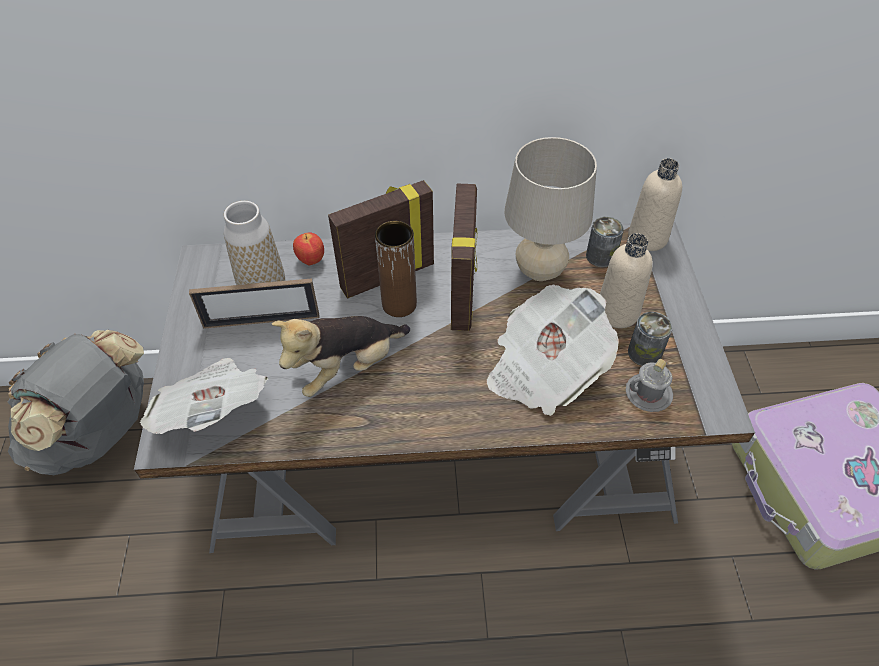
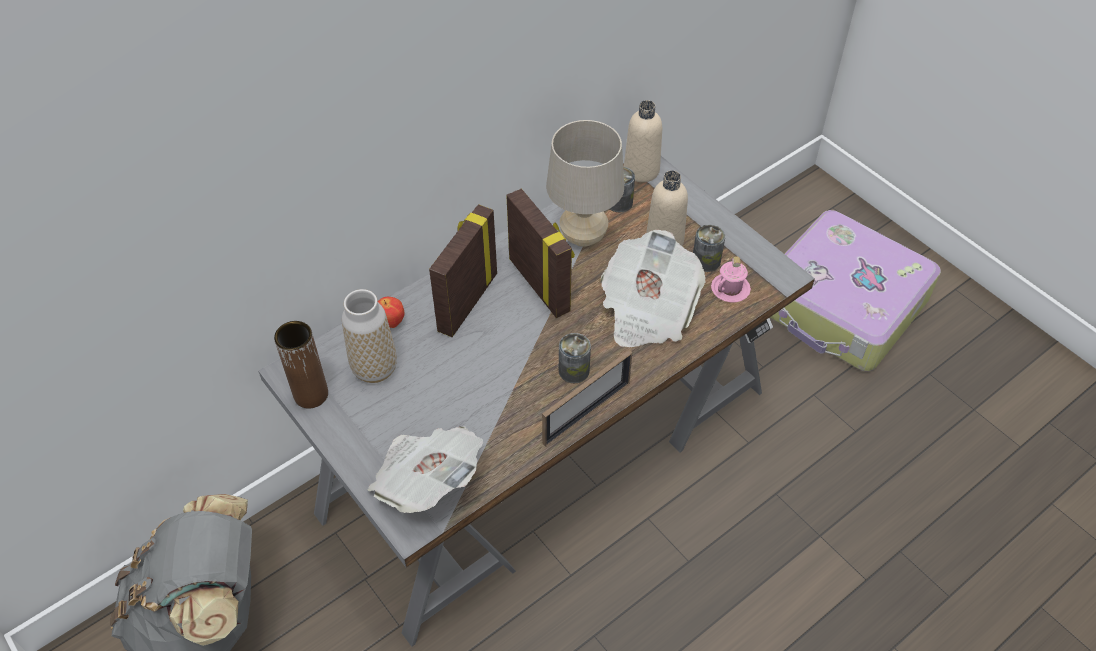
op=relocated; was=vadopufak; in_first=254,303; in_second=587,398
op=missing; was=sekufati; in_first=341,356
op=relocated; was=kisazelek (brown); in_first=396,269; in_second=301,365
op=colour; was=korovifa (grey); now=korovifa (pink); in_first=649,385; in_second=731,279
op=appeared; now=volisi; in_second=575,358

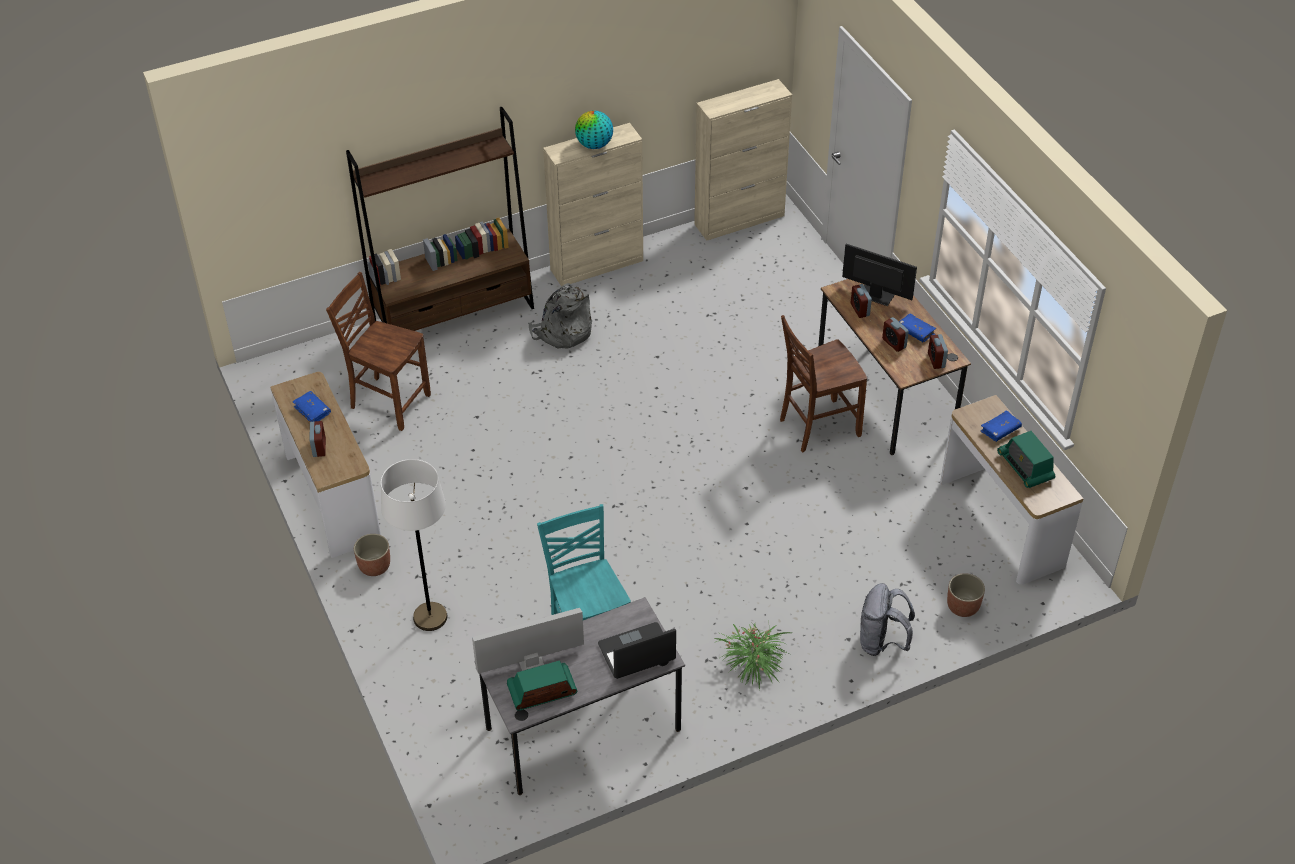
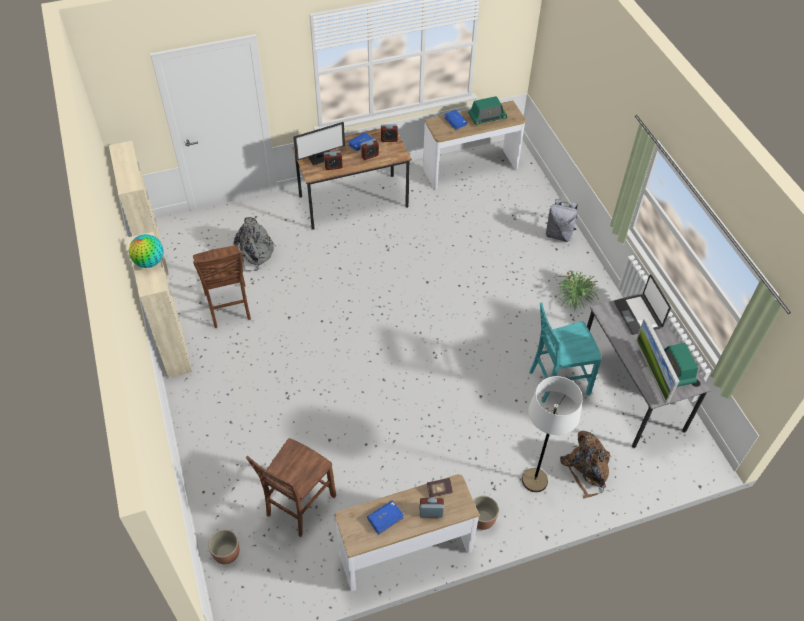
op=missing; was=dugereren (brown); in_first=440,219
op=relocated; was=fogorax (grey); in_first=560,316; in_second=254,244
op=relocated; was=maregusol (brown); in_first=823,383; in_second=222,286
op=spun; was=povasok; in_first=879,275; in_second=319,143; clockwise=-150
op=relocated; was=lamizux; in_first=966,595; in_second=224,547
op=appeared; now=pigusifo; in_second=440,488
op=appeared; now=fogorax (brown); in_second=585,464

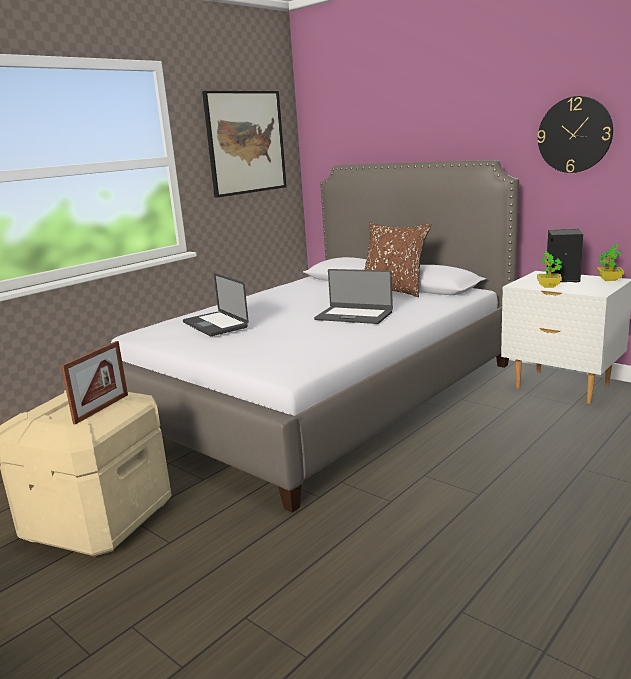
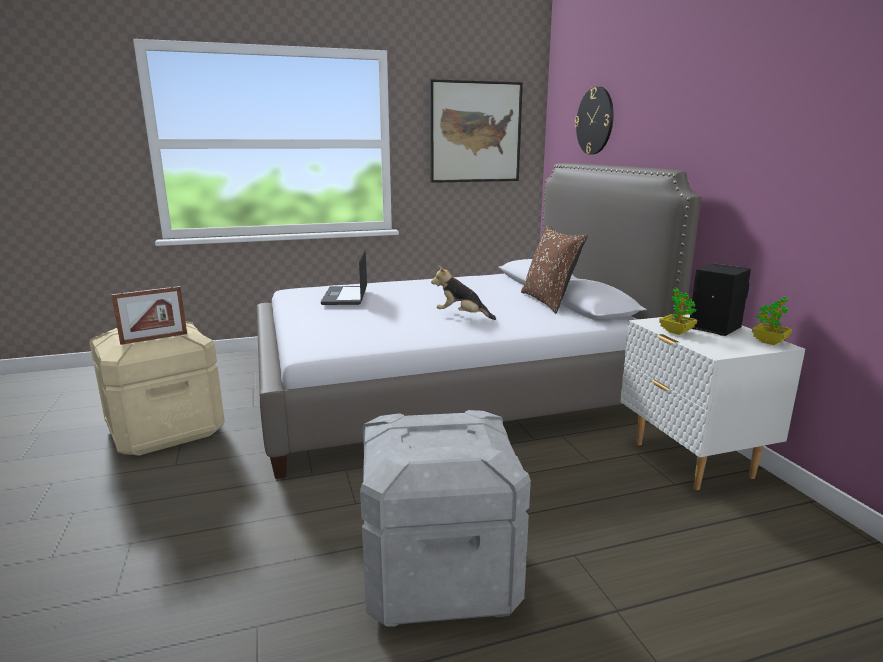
op=exchanged; was=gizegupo; now=sekufati; in_first=353,296; in_second=463,292
op=relocated; was=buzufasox; in_first=575,134; in_second=594,120
op=appeared; now=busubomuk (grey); in_second=445,518

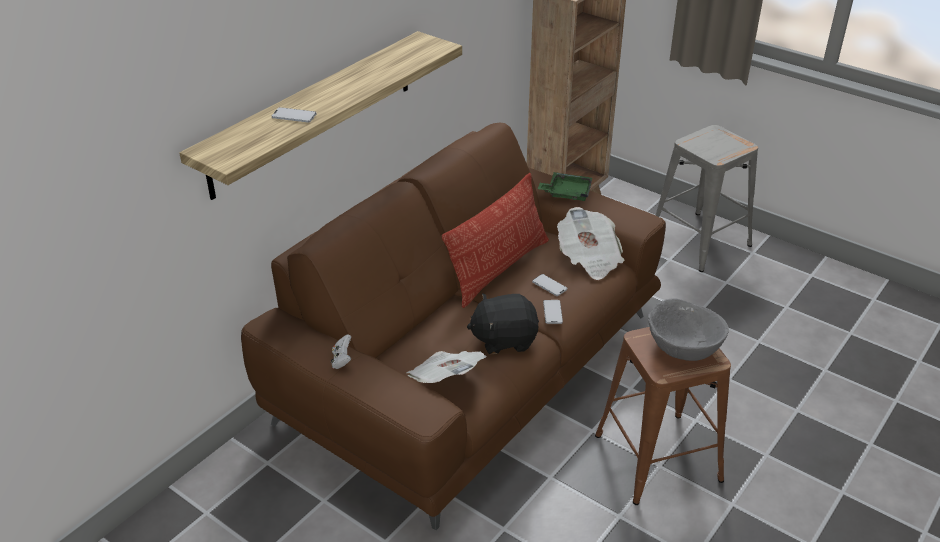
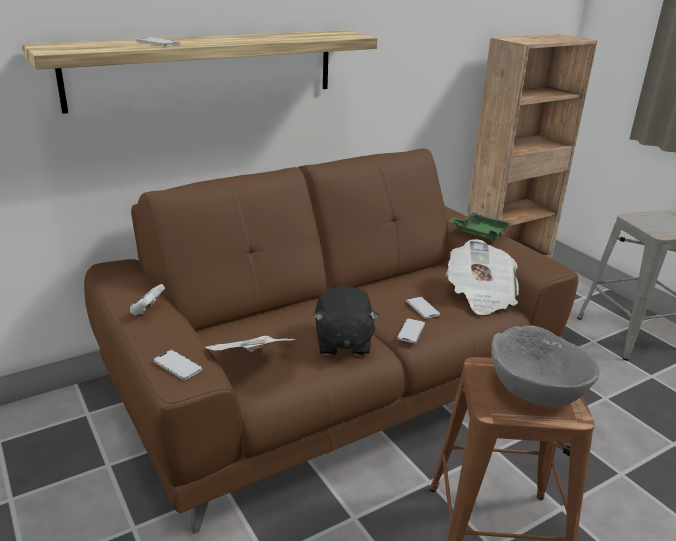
op=missing; was=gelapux; in_first=495,240
op=spun; was=sekufati (black); in_first=503,323; in_second=346,321; clockwise=-105
op=appeared; now=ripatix; in_second=178,365

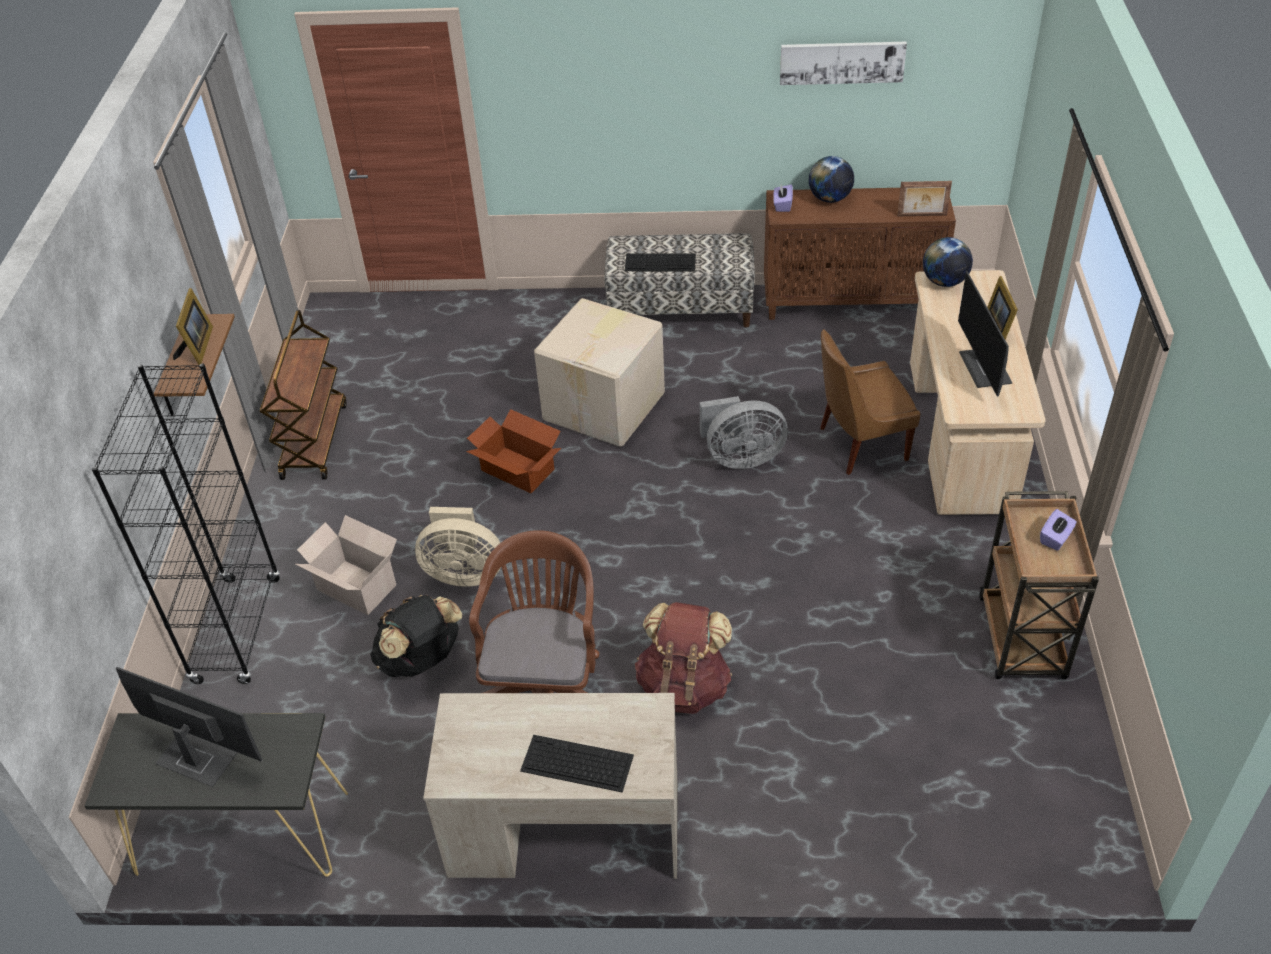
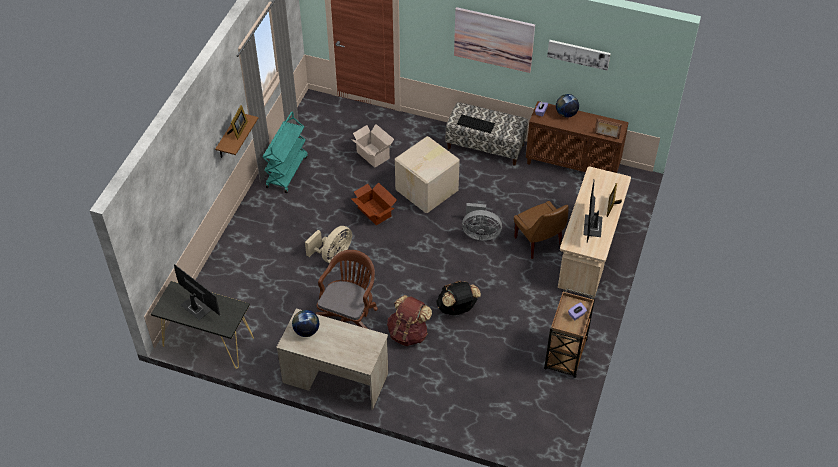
op=missing; was=dugereren (black); in_first=186,523
op=colour; was=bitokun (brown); now=bitokun (turquoise); in_first=303,395; in_second=285,152
op=relocated; was=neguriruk; in_first=346,565; in_second=372,146
op=relocated; was=fogorax (black); in_first=416,636; in_second=459,298
op=spun; was=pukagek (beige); in_first=458,547; in_second=328,244; clockwise=-75
op=missing; was=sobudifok; in_first=577,764
op=spun; was=maregusol (brown); in_first=870,402; in_second=541,230; clockwise=-120
op=relocated; was=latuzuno; in_first=948,262; in_second=305,323
op=appeared; now=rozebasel; in_second=494,40

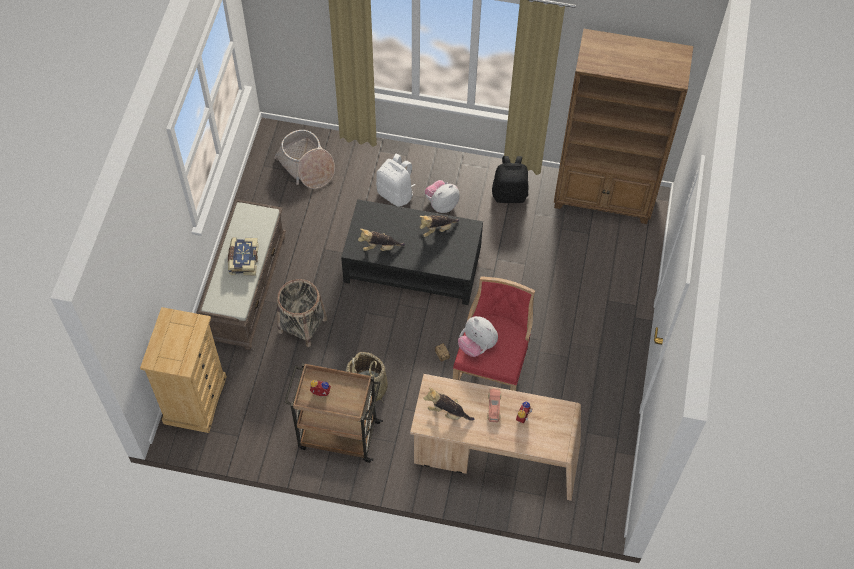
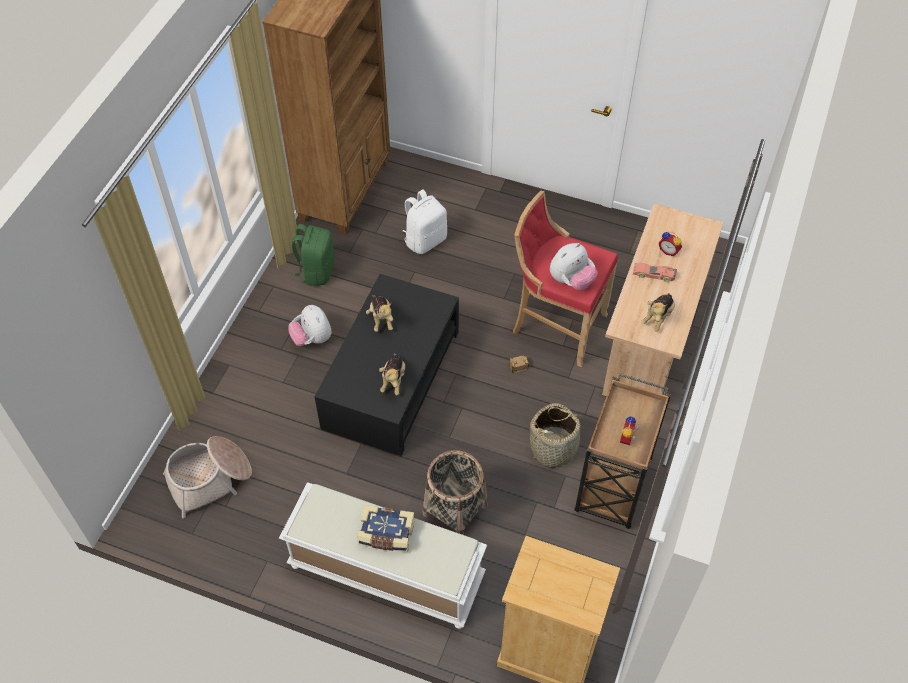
op=colour; was=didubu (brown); now=didubu (white); in_first=242,274; in_second=383,555
op=relocated; was=fogorax (white); in_first=395,180; in_second=425,222
op=colour; was=fogorax (black); now=fogorax (green); in_first=510,179; in_second=313,255

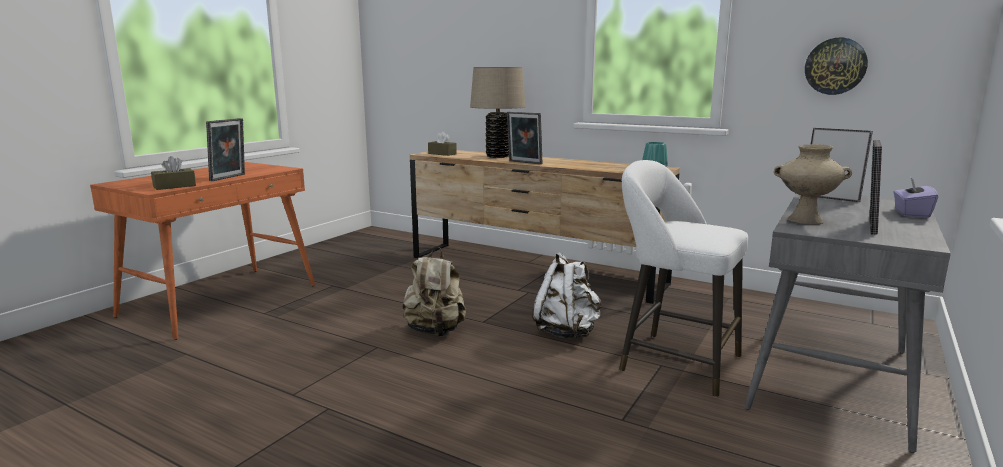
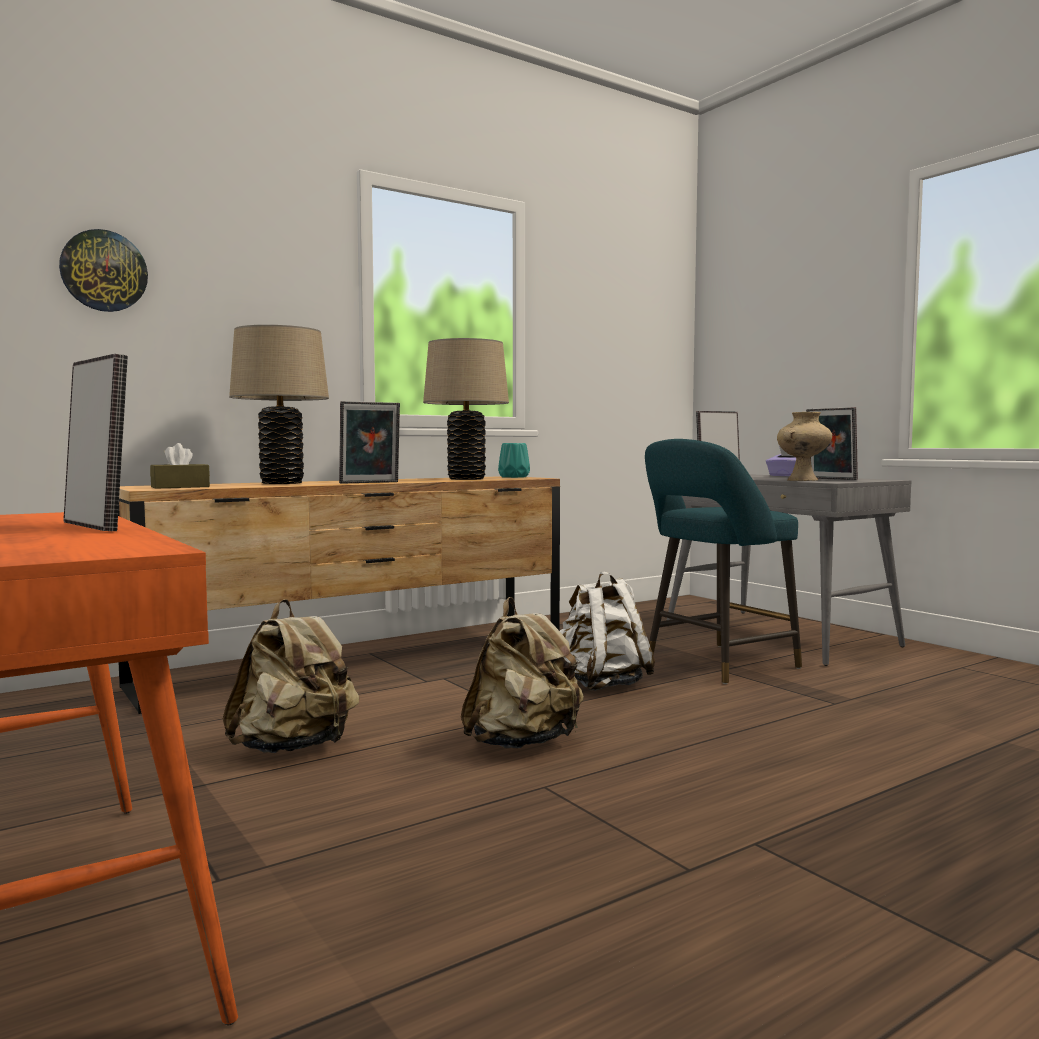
op=missing; was=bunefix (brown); in_first=173,173
op=colour; was=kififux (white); now=kififux (turquoise); in_first=683,279; in_second=723,561
op=relocated; was=buzufasox; in_first=836,66; in_second=103,270
op=appeared; now=fogorax (beige); in_second=291,676
op=appeared; now=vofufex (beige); in_second=466,409

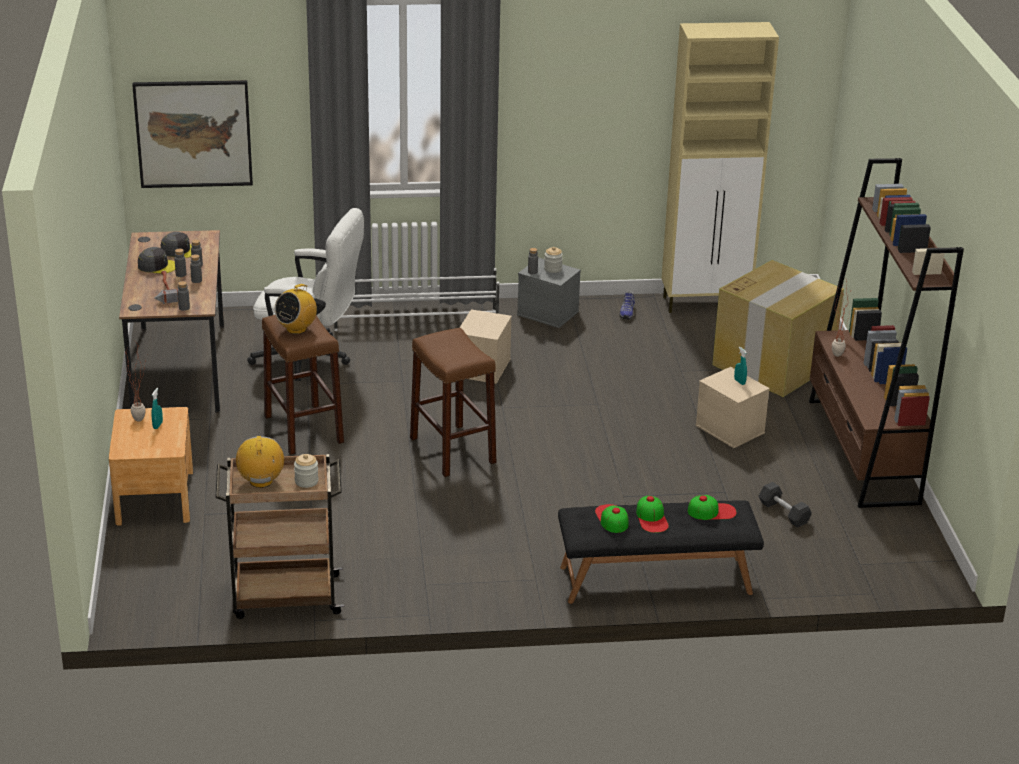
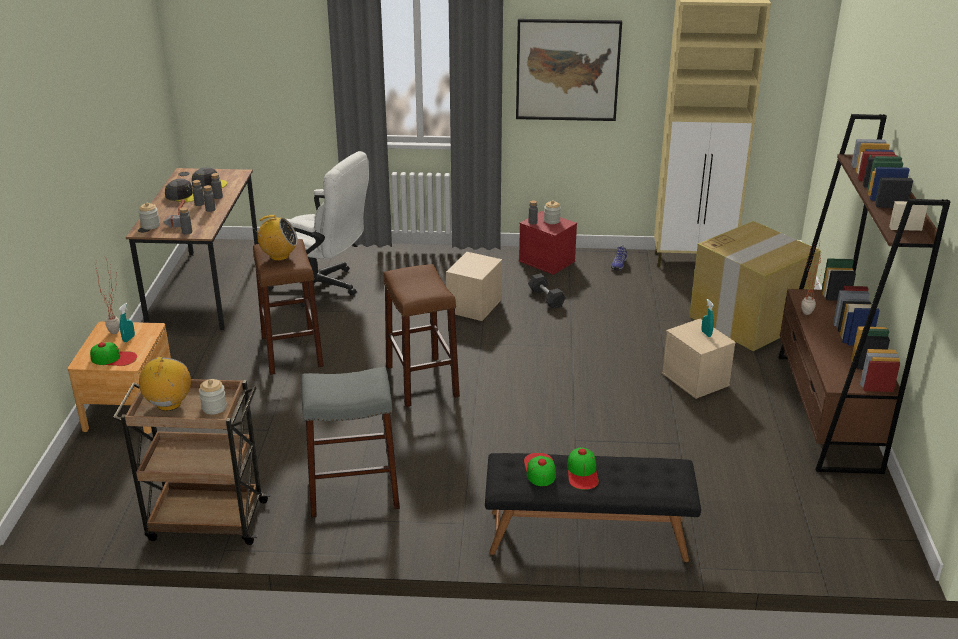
op=relocated; was=rozebasel; in_first=192,134; in_second=569,70
op=spun; was=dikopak; in_first=296,308; in_second=277,238; clockwise=-135
op=missing; was=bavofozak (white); in_first=416,299
op=colour; was=busubomuk (grey); now=busubomuk (red); in_first=549,292; in_second=548,243
op=relocated; was=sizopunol; in_first=712,507; in_second=113,354
op=relocated; was=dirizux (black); in_first=785,505; in_second=547,291
op=appeared; now=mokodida; in_second=149,216
op=appeared; now=kififux (grey); in_second=350,442

